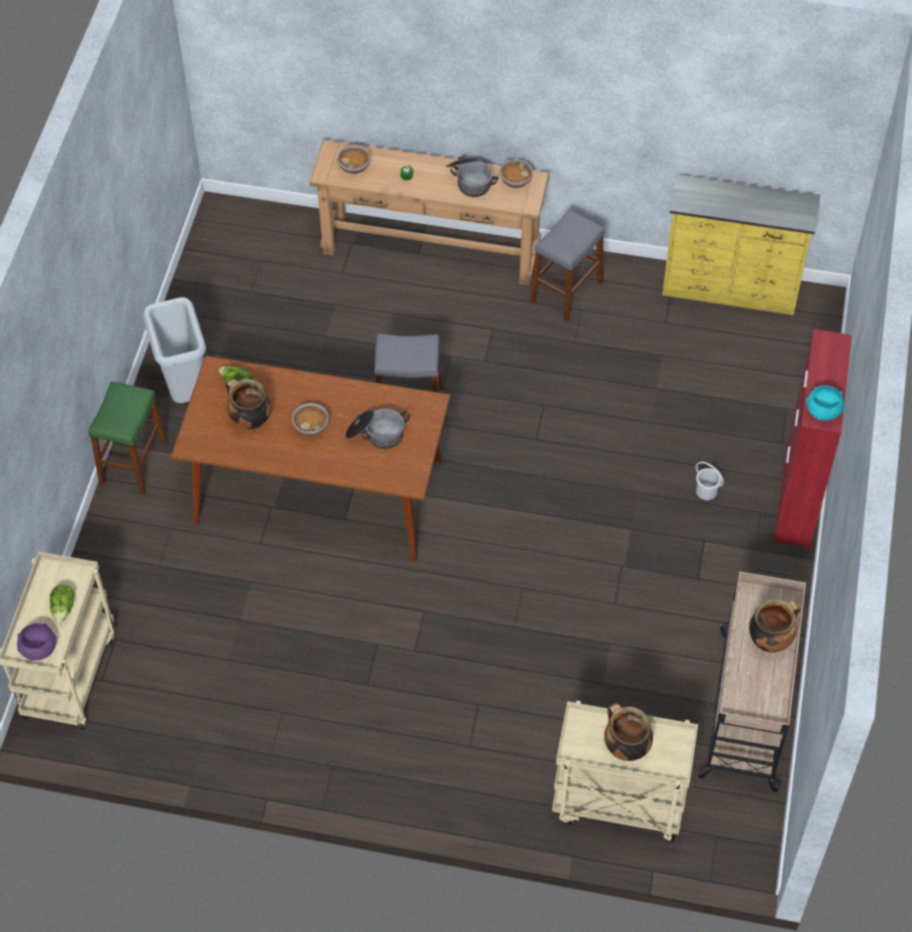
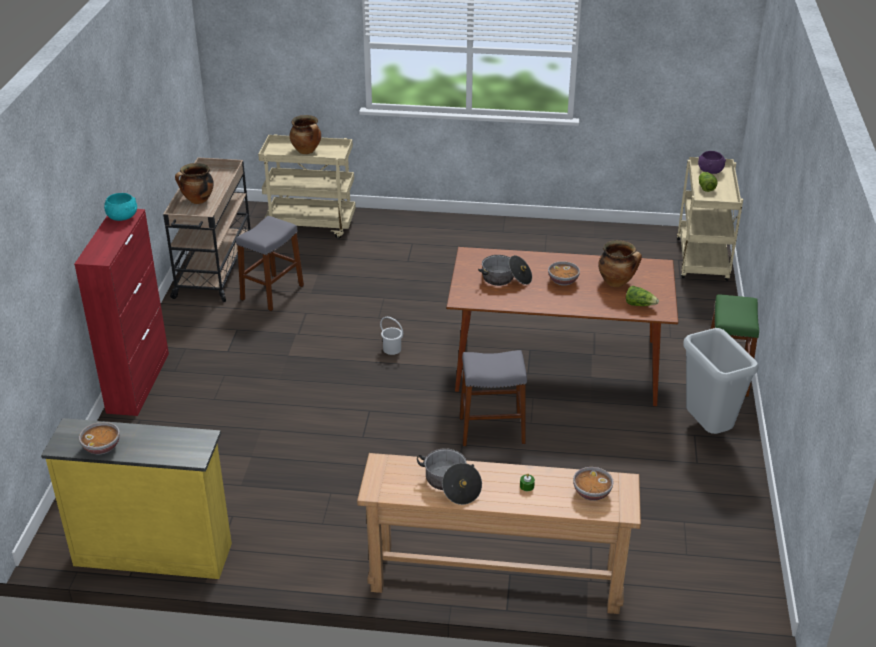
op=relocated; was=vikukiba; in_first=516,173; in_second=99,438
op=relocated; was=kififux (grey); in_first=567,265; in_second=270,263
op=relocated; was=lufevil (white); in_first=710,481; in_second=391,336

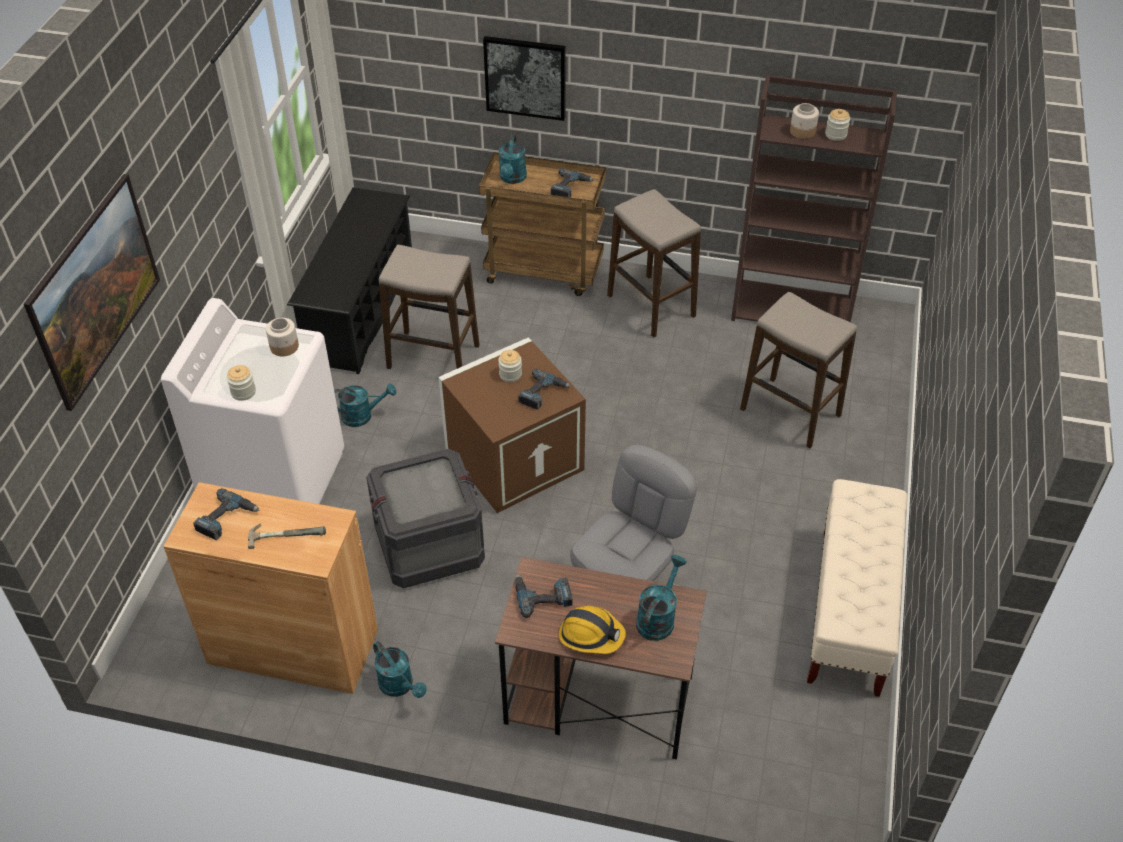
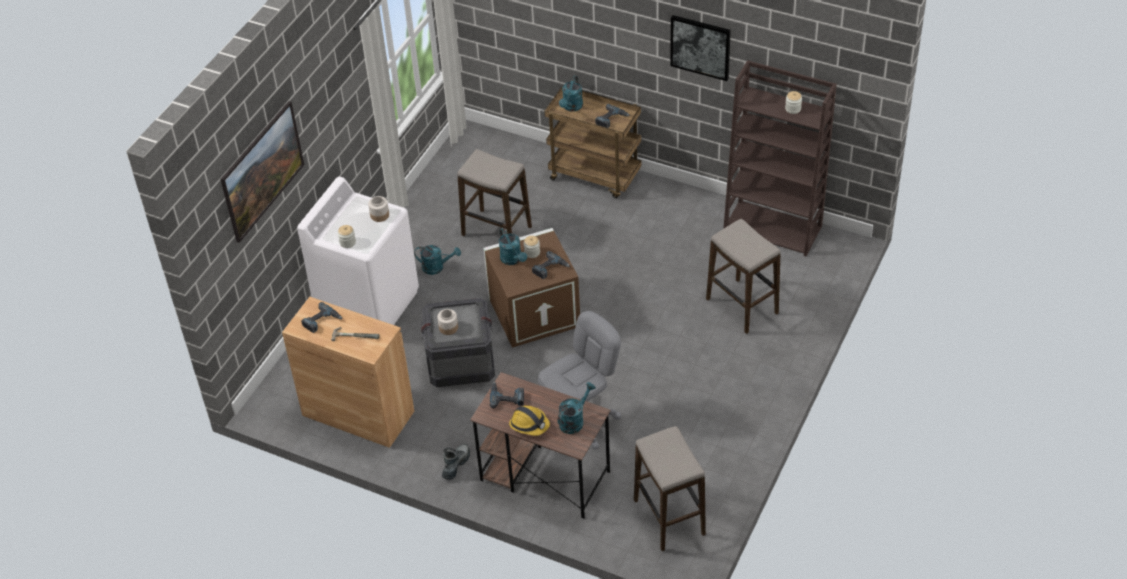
op=missing; was=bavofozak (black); in_first=349,280
op=relocated; was=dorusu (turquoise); in_first=400,669; in_second=513,246
op=relocated; was=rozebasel; in_first=524,78; in_second=700,48
op=relocated; was=kififux; in_first=654,263; in_second=670,488
op=relocated; was=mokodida; in_first=804,121; in_second=447,322
op=missing; was=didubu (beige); in_first=857,588
op=appeared; now=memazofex; in_second=456,462

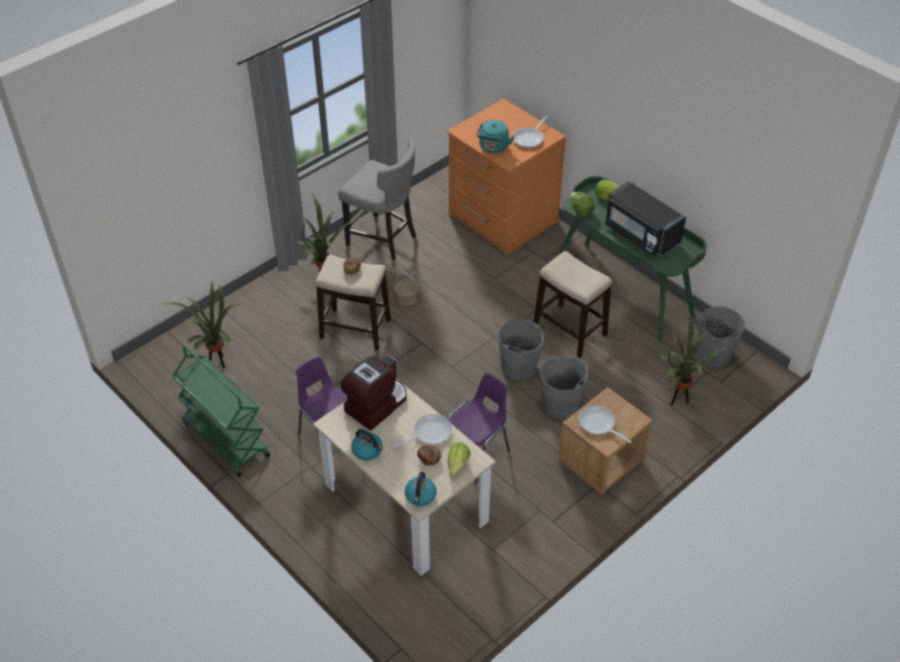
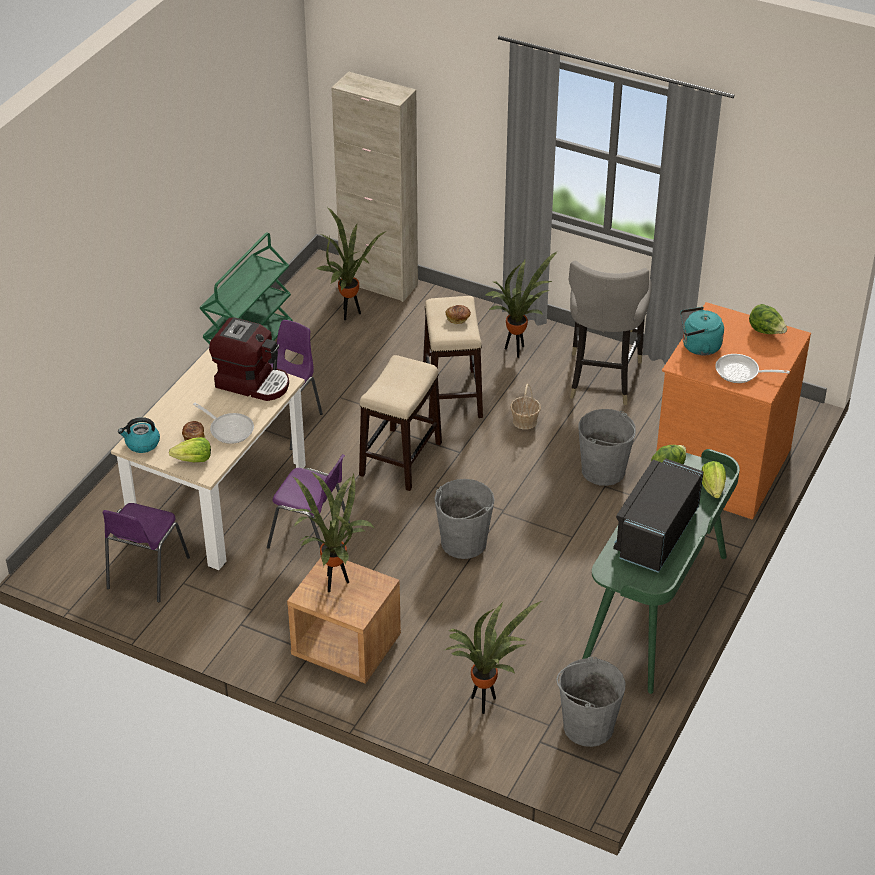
op=missing; was=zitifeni; in_first=367,444
op=relocated; was=kififux; in_first=572,304; in_second=400,423
op=relocated; was=lufevil (grey); in_first=564,386; in_second=607,447
op=exchanged; was=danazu; now=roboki; in_first=605,424; in_second=332,532
op=appeared; now=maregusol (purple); in_second=146,553
op=appeared; now=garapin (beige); in_second=375,186
op=appeared; now=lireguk; in_second=768,319

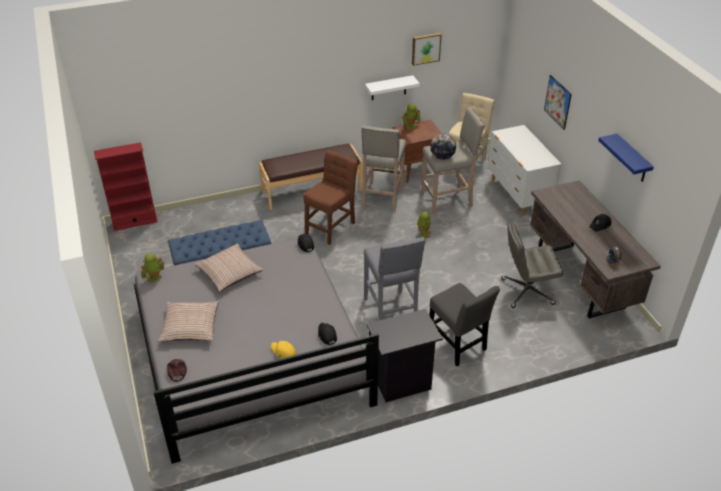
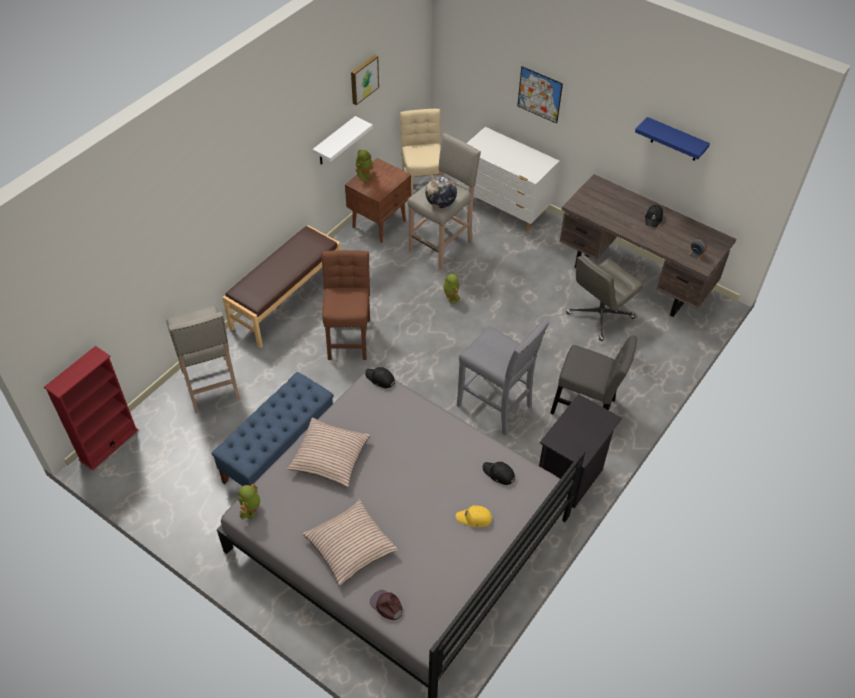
op=relocated; was=kififux (beige); in_first=383,168; in_second=203,359

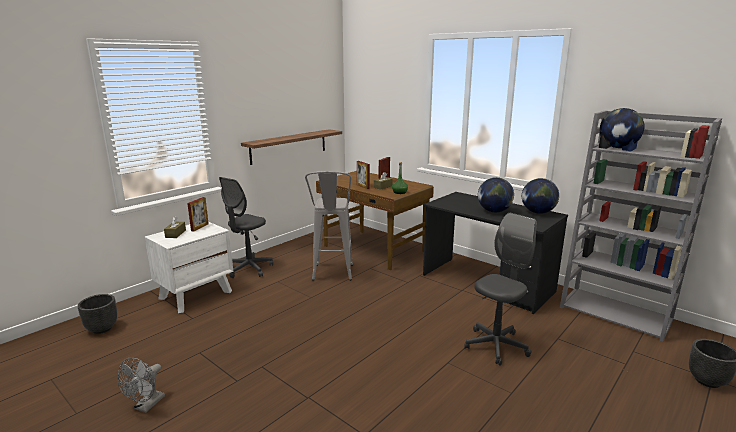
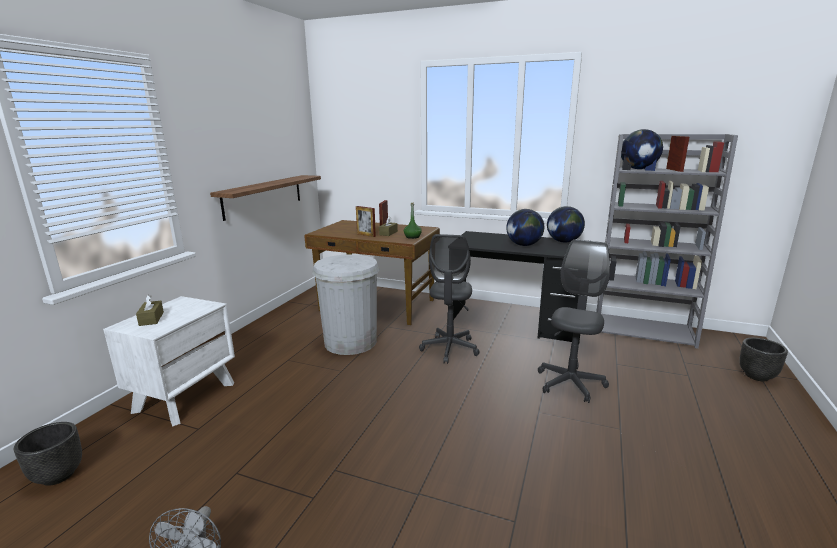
op=relocated; was=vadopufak; in_first=198,214; in_second=677,154
op=relocated; was=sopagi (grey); in_first=246,227; in_second=449,299
op=exchanged; was=kififux (grey); now=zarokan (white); in_first=329,226; in_second=346,304

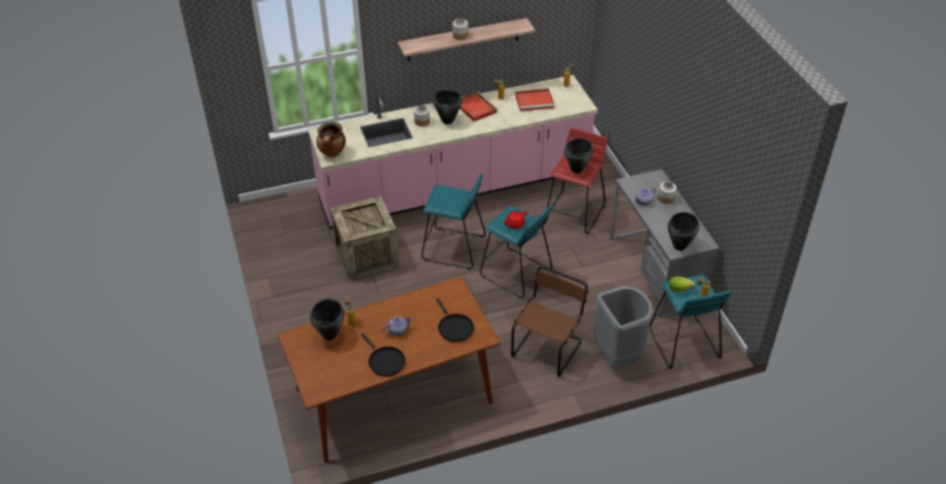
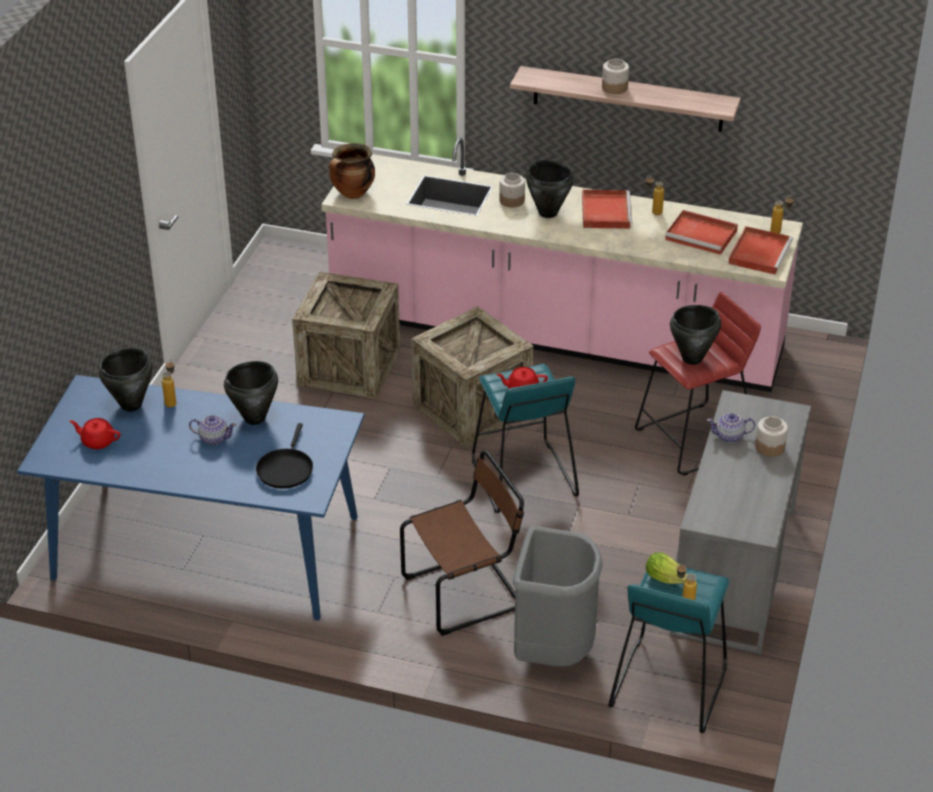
op=colour; was=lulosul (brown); now=lulosul (blue); in_first=389,369; in_second=190,498
op=missing; was=danazu (black); in_first=383,354
op=exchanged; was=kififux (turquoise); now=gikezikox; in_first=453,221; in_second=472,376
op=relocated; was=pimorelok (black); in_first=683,231; in_second=251,393
op=appeared; now=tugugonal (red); in_second=95,433
op=appeared; now=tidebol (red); in_second=760,250

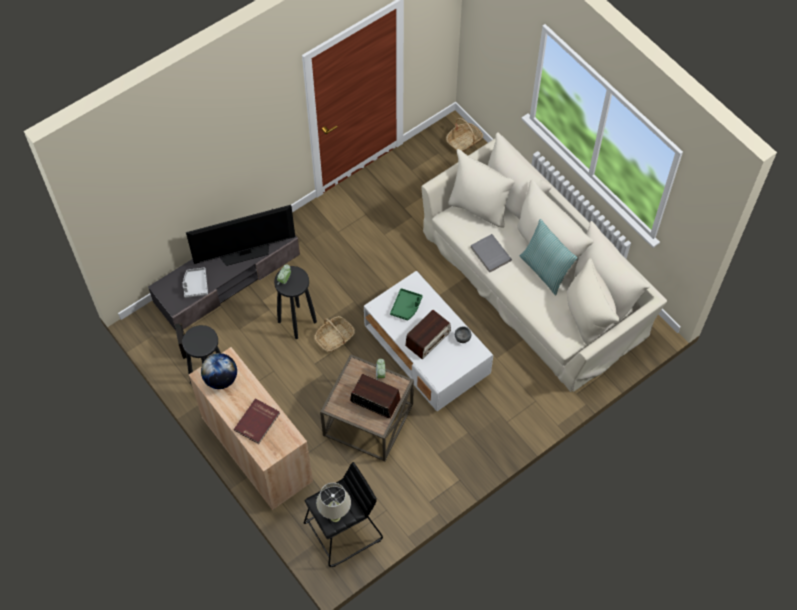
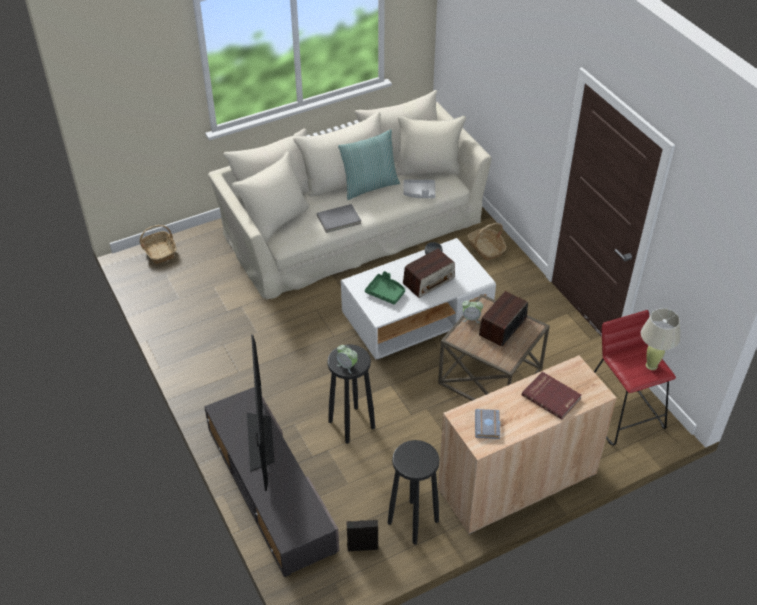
op=relocated; was=tidebol (grey); in_first=195,283; in_second=419,188
op=exchanged; was=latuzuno; now=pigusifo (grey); in_first=219,371; in_second=488,424
op=colour; was=kififux (black); now=kififux (red); in_first=343,514; in_second=635,378
op=relocated; was=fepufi; in_first=334,334; in_second=486,241
op=spun; was=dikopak; in_first=428,334; in_second=429,273; clockwise=90

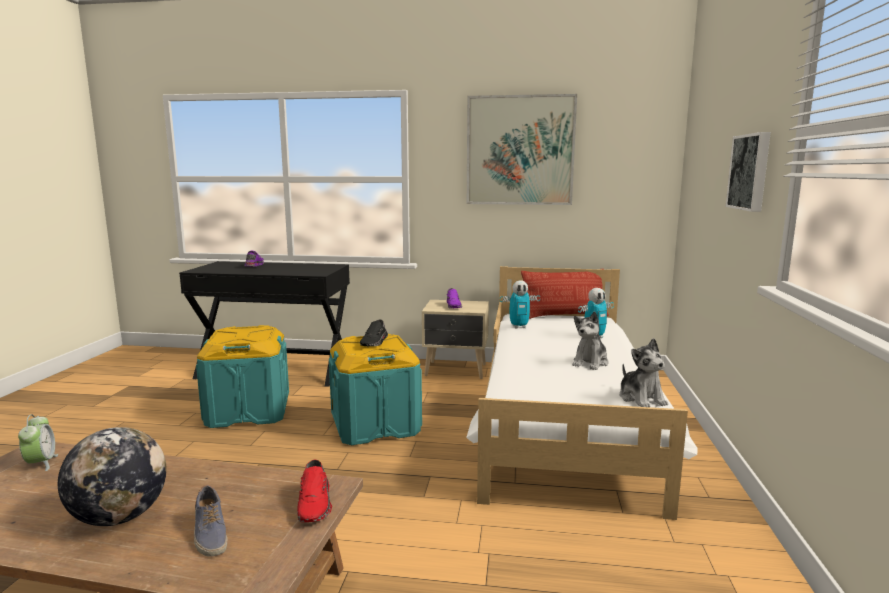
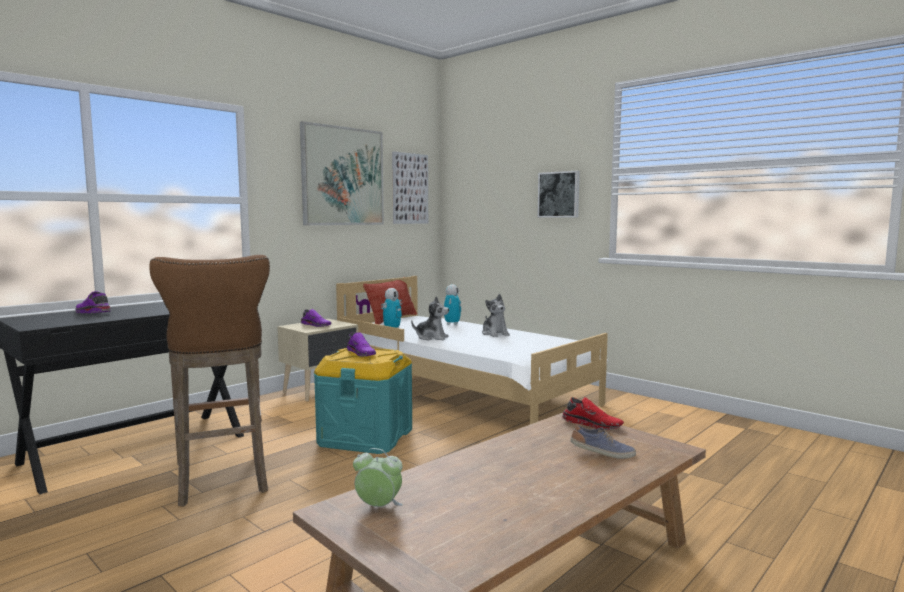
op=missing; was=latuzuno; in_first=112,476
op=exchanged; was=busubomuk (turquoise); now=kififux (brown); in_first=242,376; in_second=209,380
op=colour; was=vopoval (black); now=vopoval (purple); in_first=374,333; in_second=361,344
op=relocated; was=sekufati; in_first=644,372; in_second=430,318
op=appeared; now=rozebasel; in_second=410,188

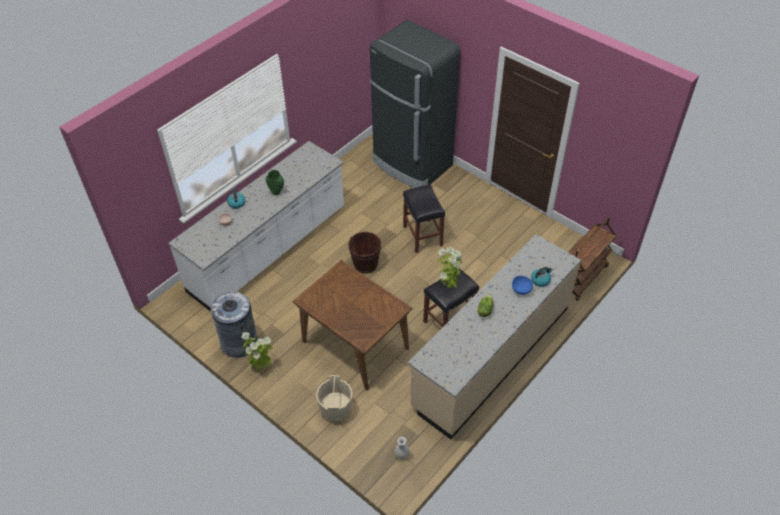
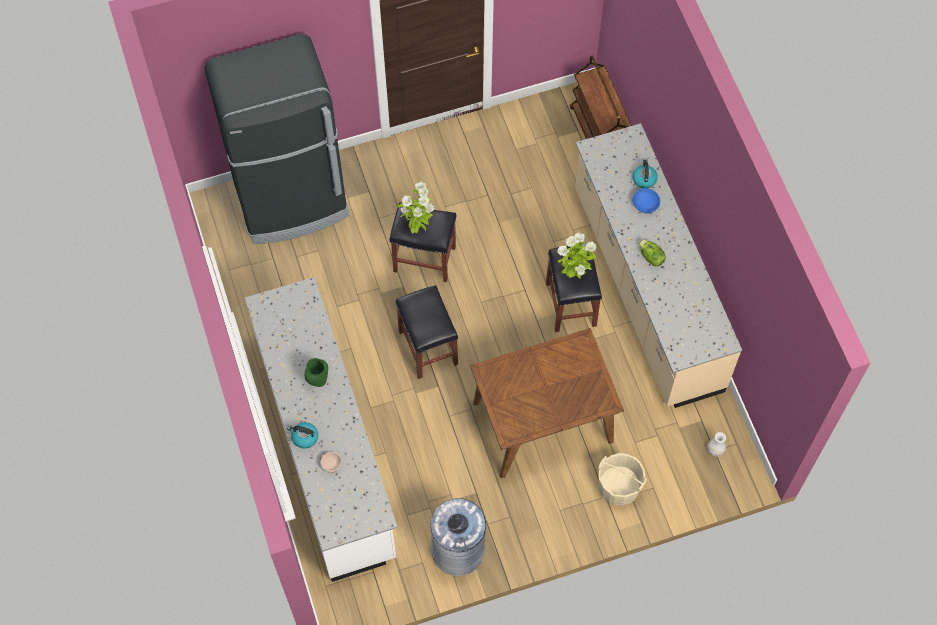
op=relocated; was=roboki; in_first=257,352; in_second=416,207
op=exchanged; was=lufevil (brown); now=kififux (black); in_first=364,253; in_second=427,332

